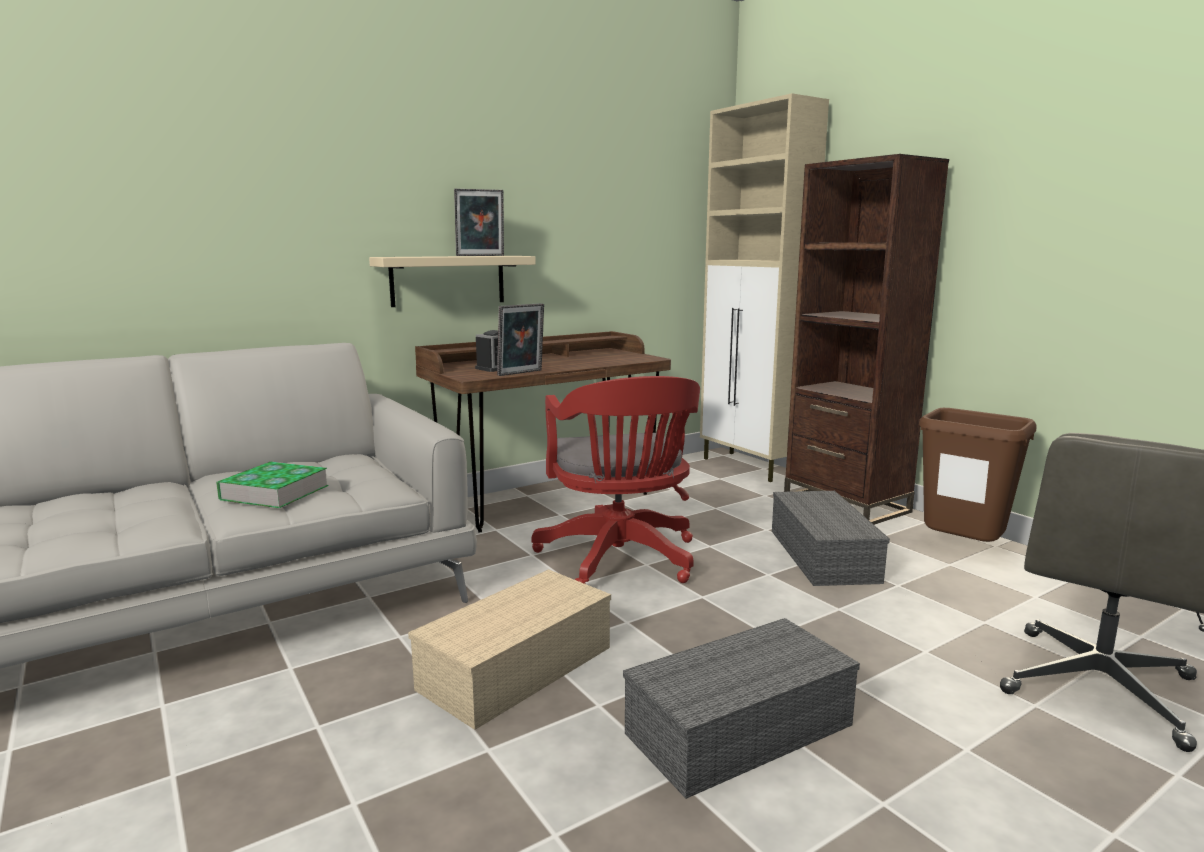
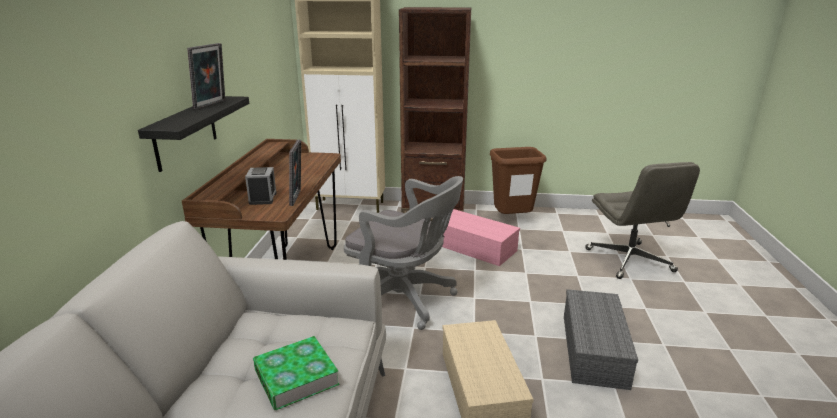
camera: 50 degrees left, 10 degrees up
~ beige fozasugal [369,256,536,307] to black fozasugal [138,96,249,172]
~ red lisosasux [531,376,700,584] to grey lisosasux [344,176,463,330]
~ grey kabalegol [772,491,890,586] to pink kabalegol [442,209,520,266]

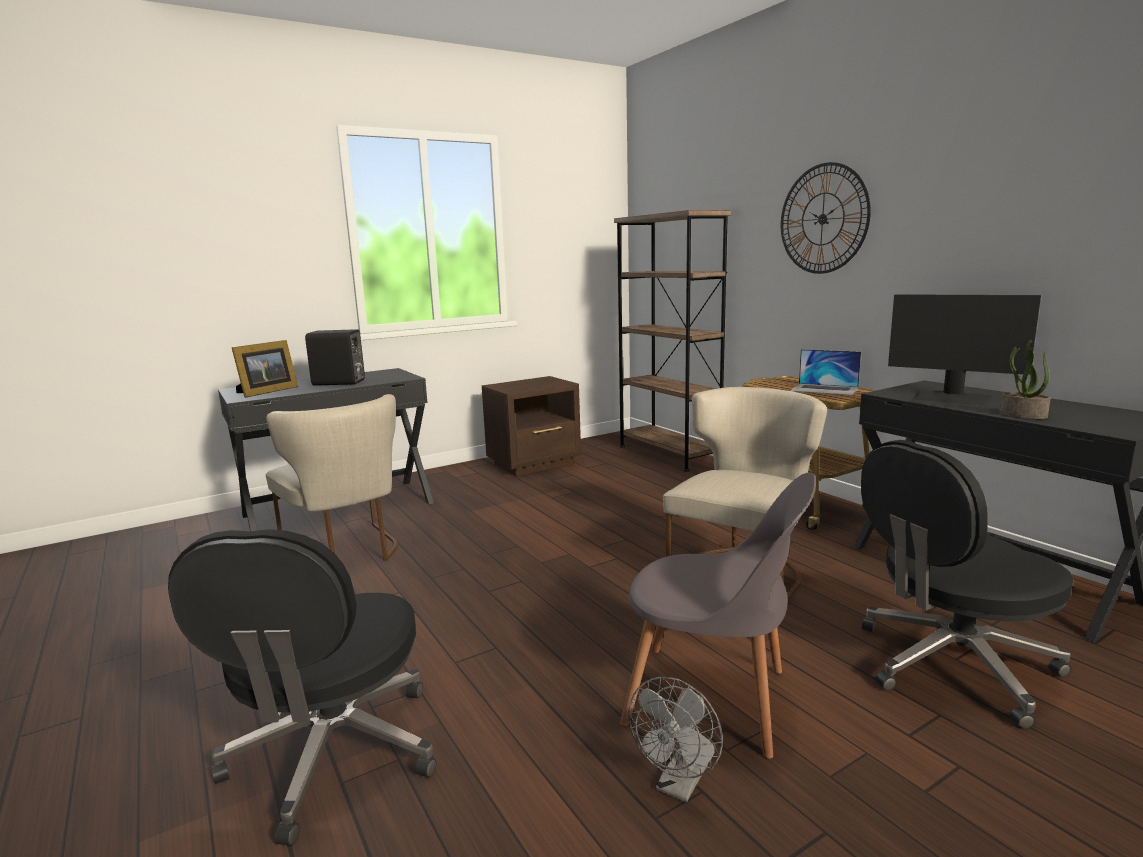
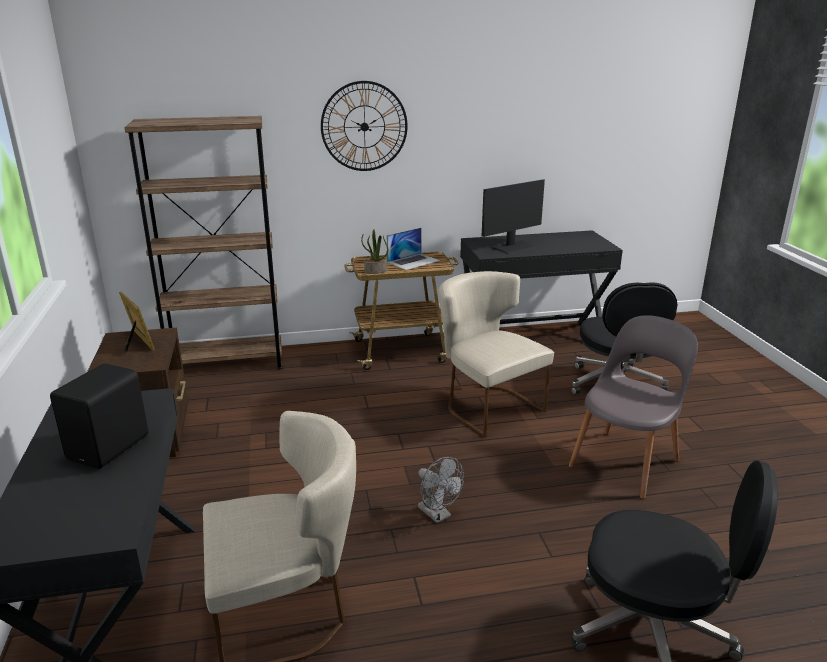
camera: 70 degrees left, 10 degrees up
~ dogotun [232,340,298,398] to [119,292,155,354]
~ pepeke [999,340,1051,419] to [361,229,388,274]
~ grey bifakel [628,677,723,803] to [418,457,464,523]

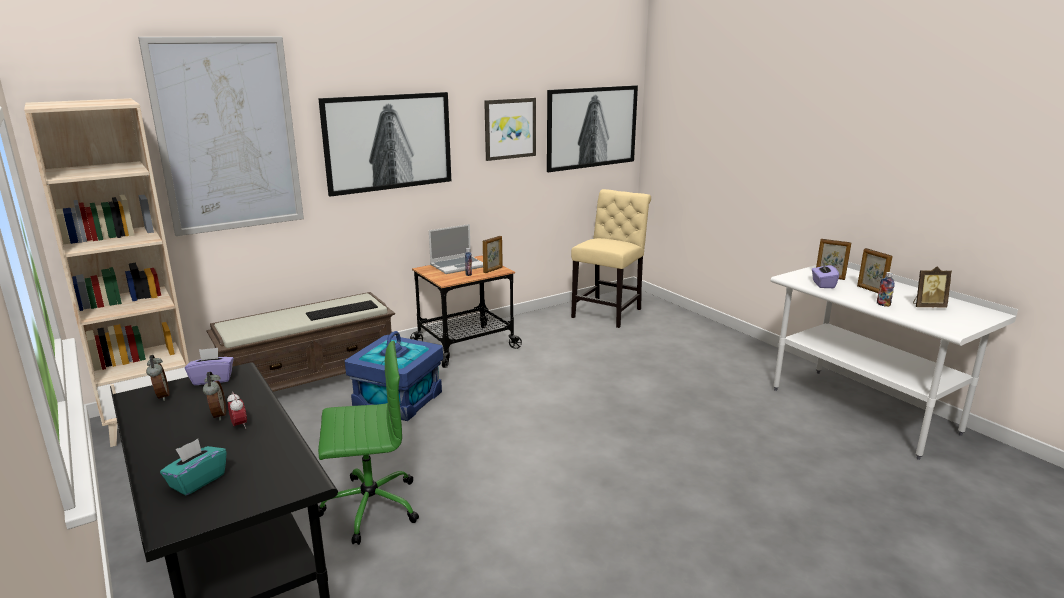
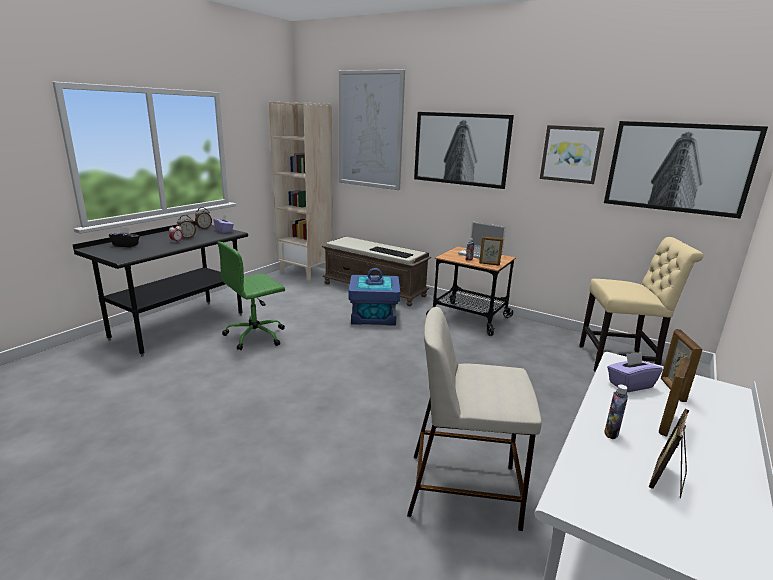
camera: 65 degrees right, 0 degrees up
~ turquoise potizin [160,439,227,495] to black potizin [109,227,140,247]
~ green lisosasux [318,341,419,545] = [217,242,285,350] 90 degrees clockwise
+ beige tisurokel [407,307,542,531]
~ dogotun [913,266,952,308] = [649,409,690,498] 60 degrees clockwise

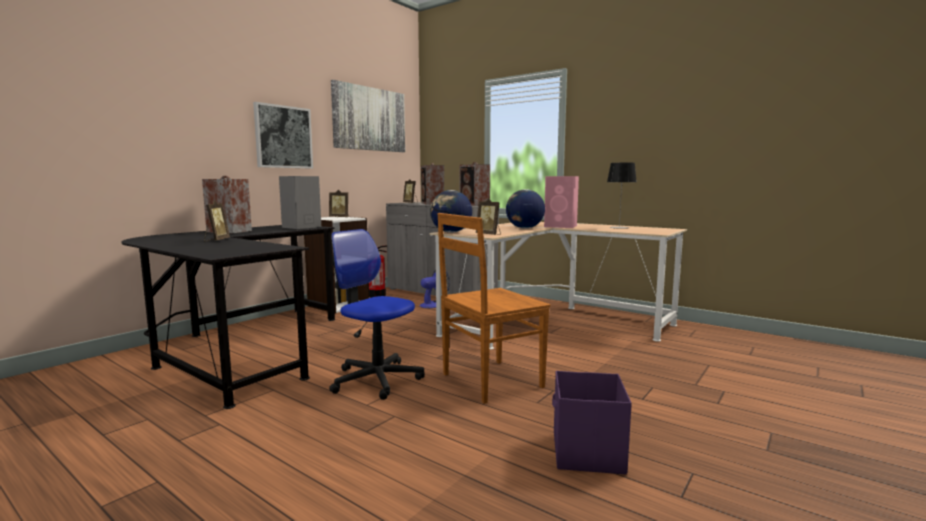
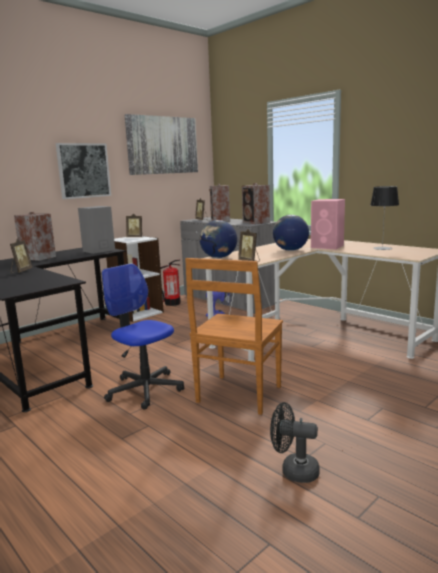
camera: 10 degrees right, 5 degrees up
~ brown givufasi [438,213,550,404] = [185,258,283,415] 45 degrees counterclockwise
~ purple kabalegol [552,371,632,474] to black bifakel [270,402,320,483]

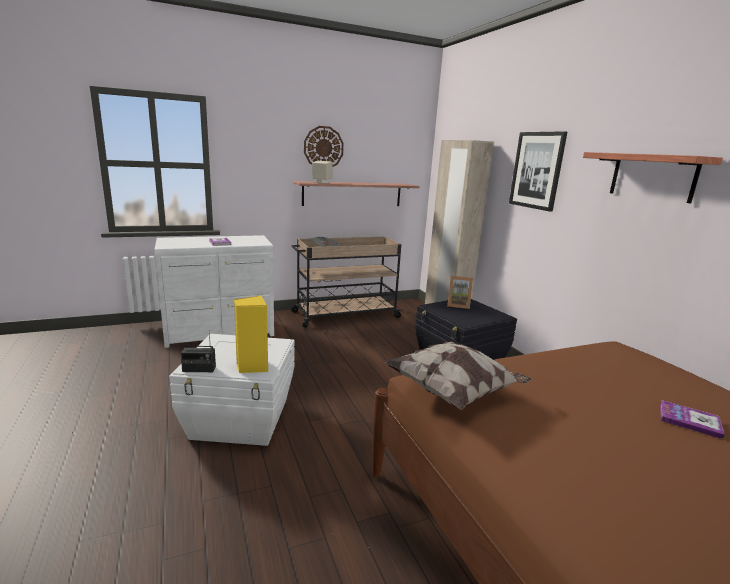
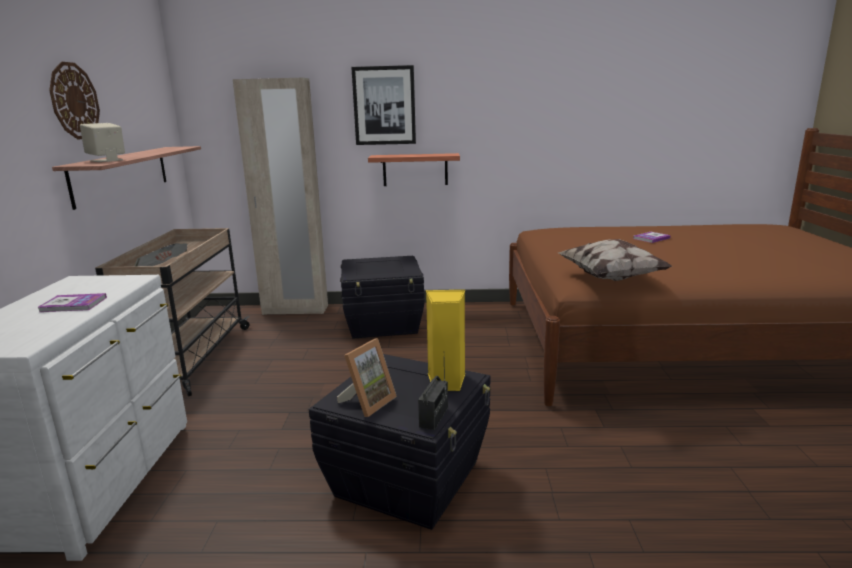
camera: 65 degrees left, 0 degrees up
~ white kabalegol [169,334,295,446] to black kabalegol [309,354,490,530]
~ dogotun [447,276,473,309] to [337,338,397,417]
~ fozasugal [583,152,723,203] to [368,153,460,186]

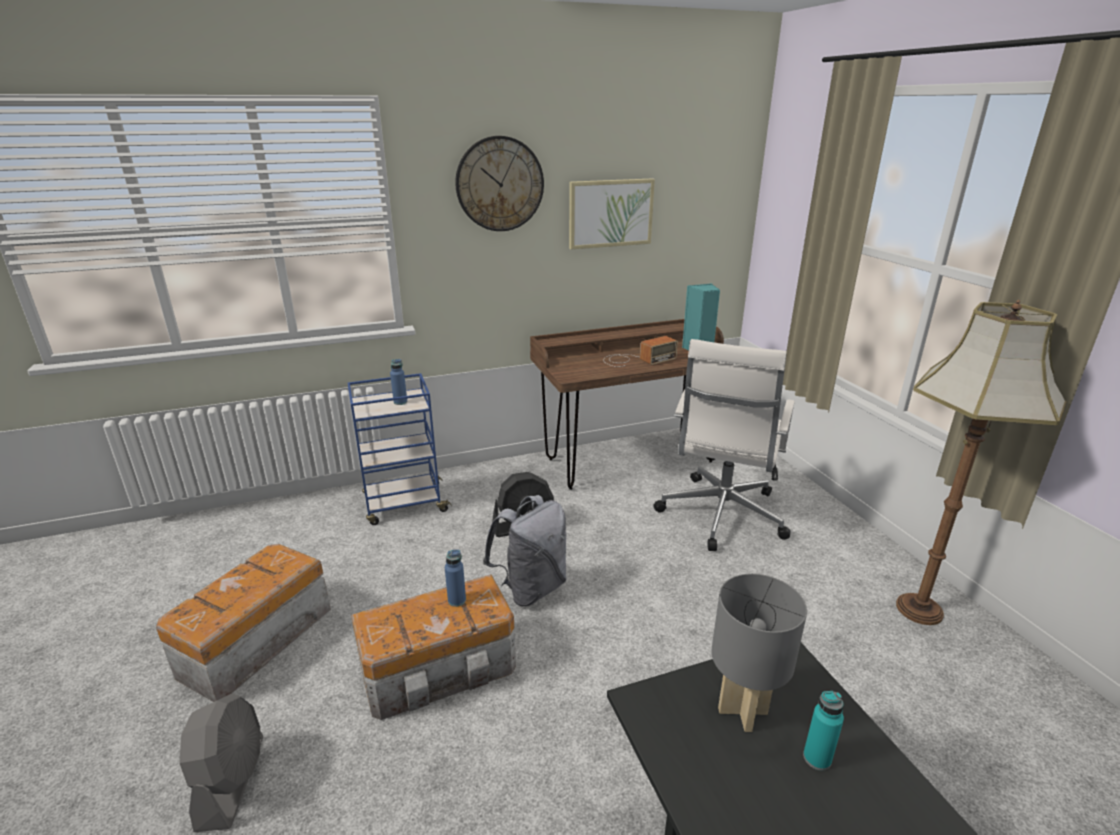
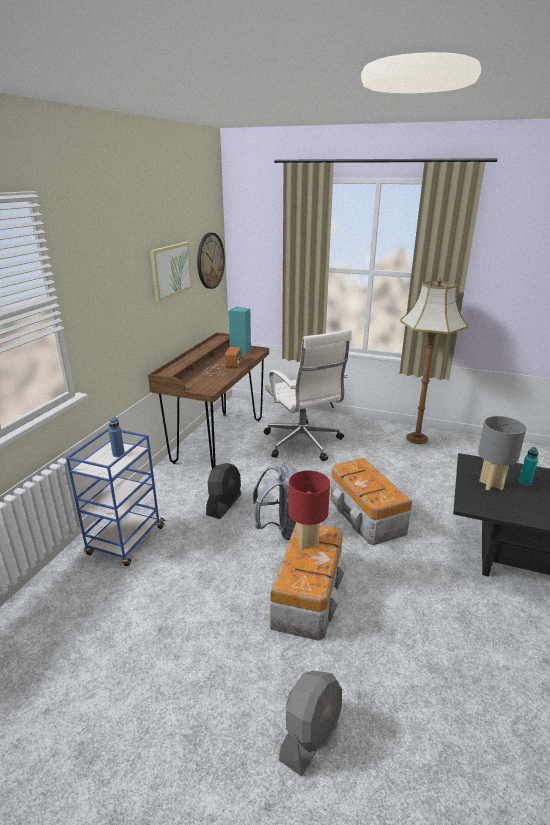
camera: 50 degrees left, 0 degrees up
~ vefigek [455,136,544,231] to [197,233,225,289]
~ grey bifakel [179,693,263,832] = [279,671,342,776] 90 degrees clockwise
~ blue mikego [445,549,466,607] to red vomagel [288,470,330,549]
~ kabalegol [156,544,331,702] to [330,458,412,545]

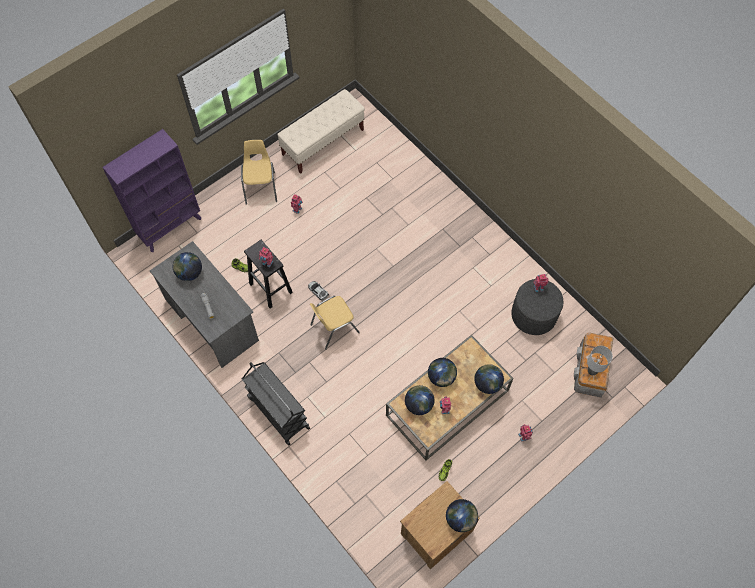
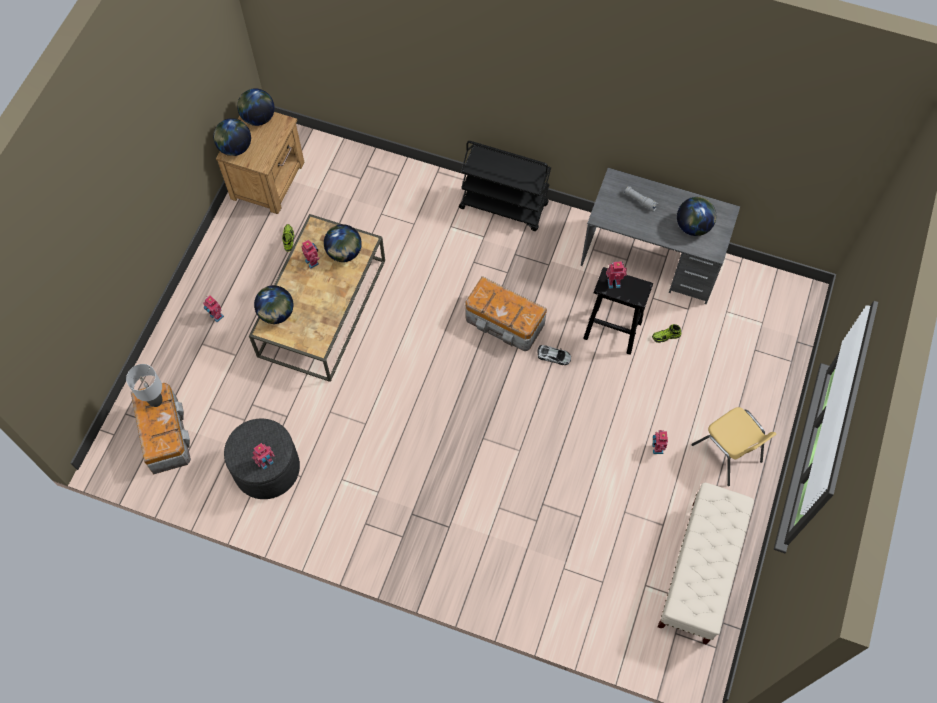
camera: 150 degrees right, 0 degrees up
~ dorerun [428,358,457,387] to [237,88,274,126]
~ yellow givufasi [310,296,360,350] to kabalegol [465,276,547,351]
- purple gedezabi [102,129,201,252]

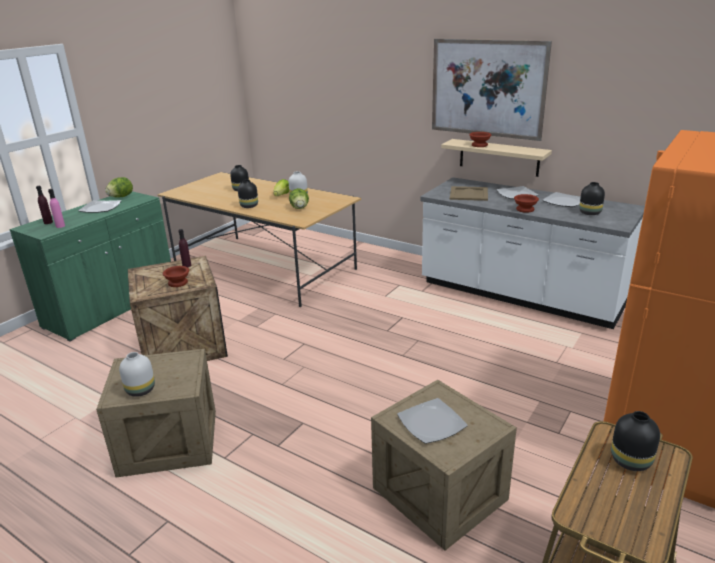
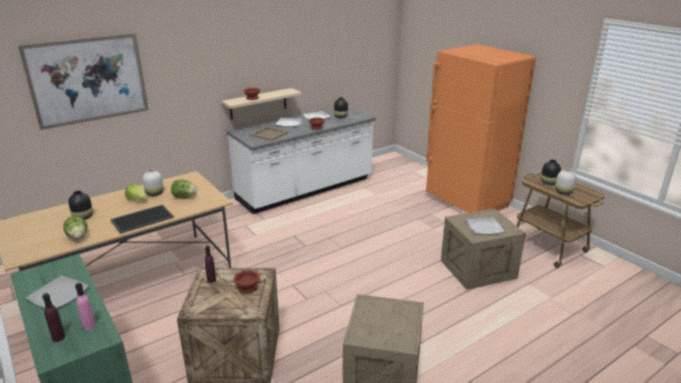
camera: 70 degrees left, 0 degrees up
~ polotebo [432,39,552,141] to [18,33,149,130]
~ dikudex [105,177,133,198] to [63,215,88,239]
~ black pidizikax [238,180,258,208] to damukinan [110,204,174,234]
~ white pidizikax [119,352,155,397] to [555,168,576,195]

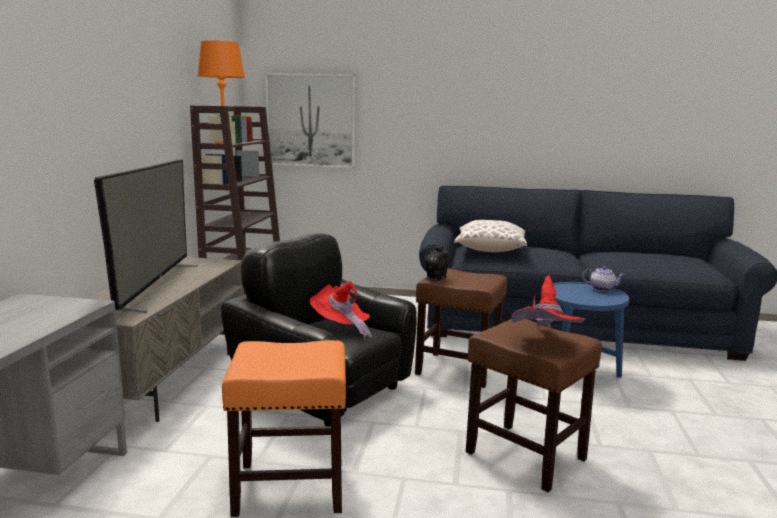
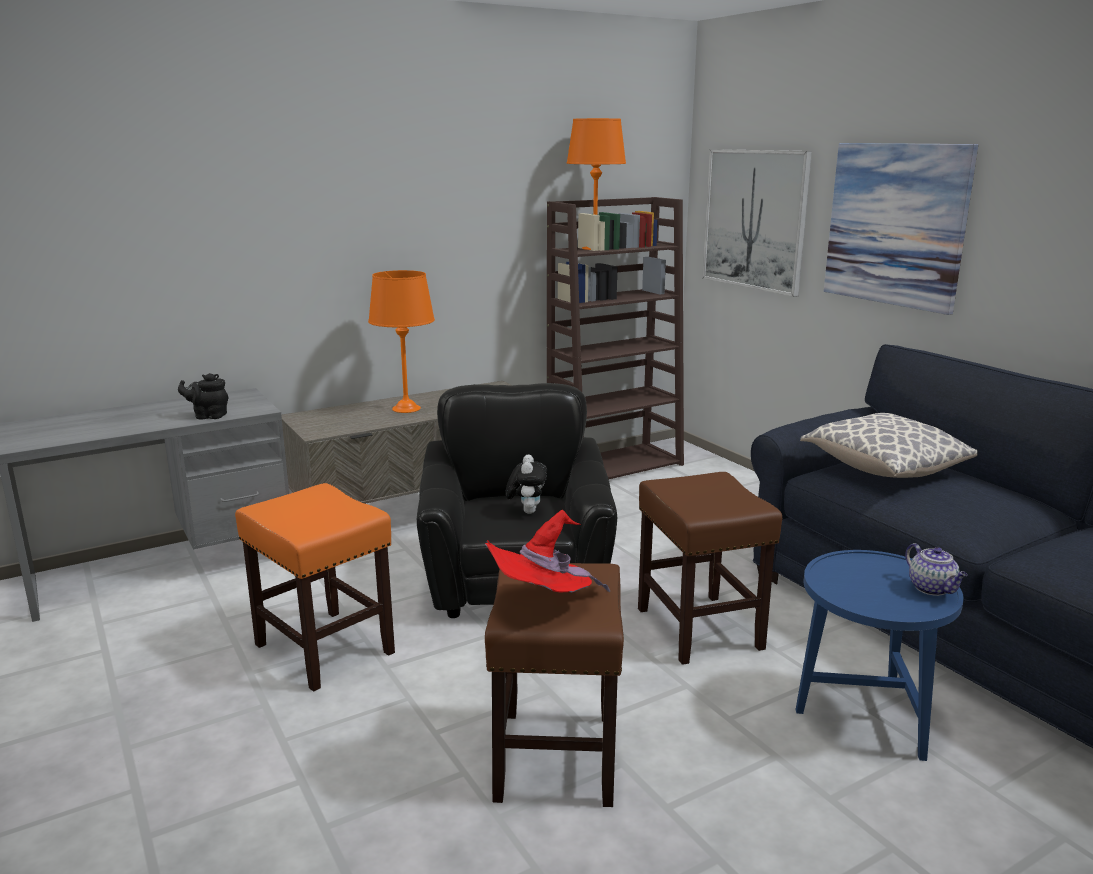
camera: 50 degrees right, 5 degrees up
~ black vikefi [424,245,448,281] to [178,373,228,420]
~ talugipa [94,160,198,313] to orange vomagel [368,270,435,413]
~ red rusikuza [310,281,372,340] to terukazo [505,454,547,514]
+ polotebo [824,143,978,315]

